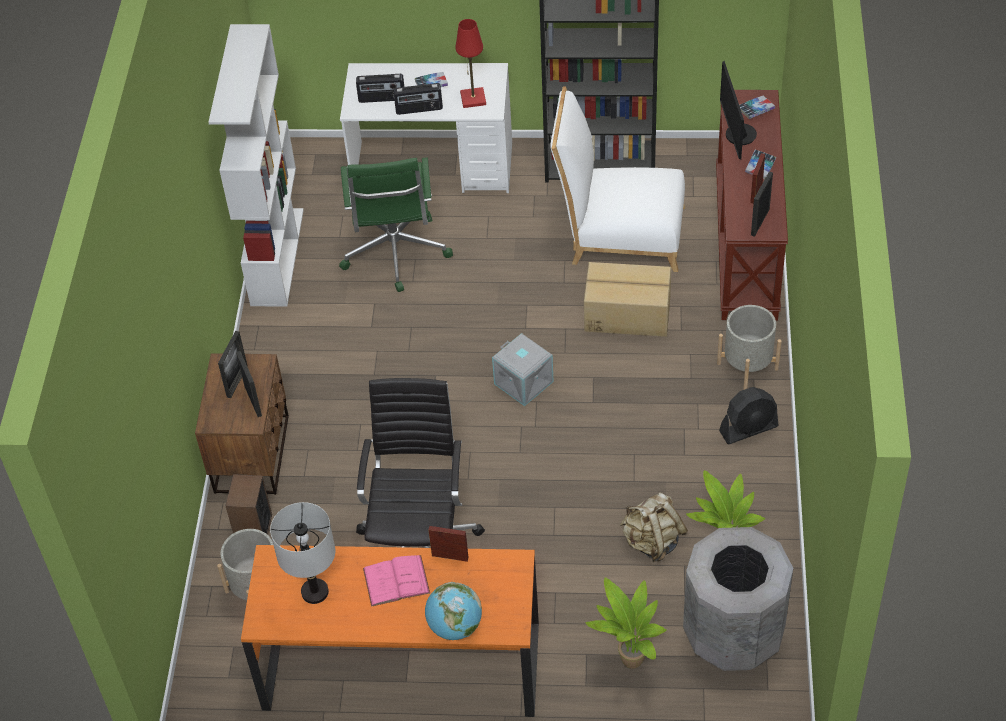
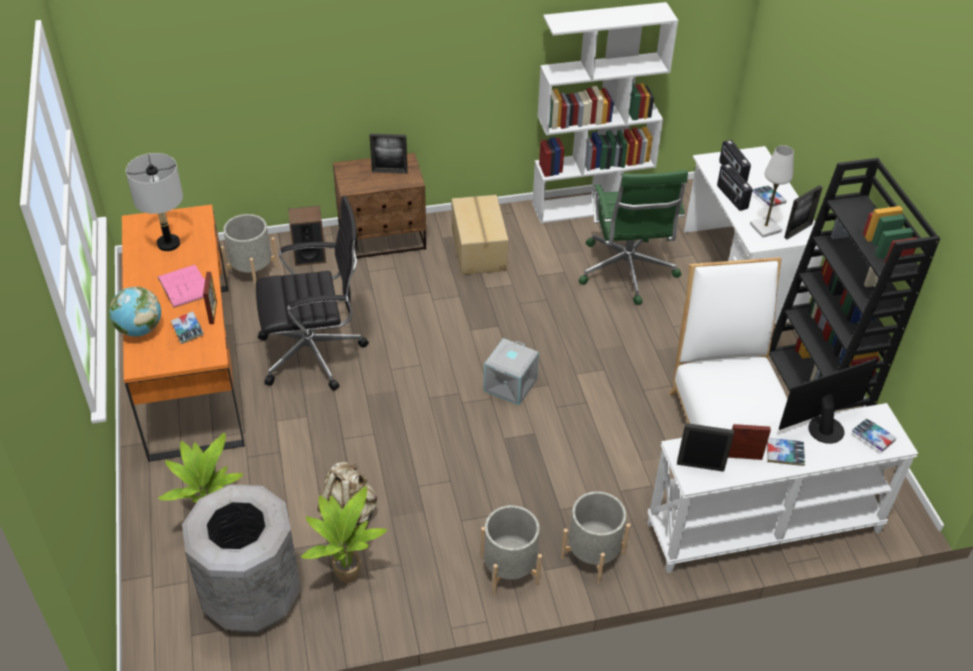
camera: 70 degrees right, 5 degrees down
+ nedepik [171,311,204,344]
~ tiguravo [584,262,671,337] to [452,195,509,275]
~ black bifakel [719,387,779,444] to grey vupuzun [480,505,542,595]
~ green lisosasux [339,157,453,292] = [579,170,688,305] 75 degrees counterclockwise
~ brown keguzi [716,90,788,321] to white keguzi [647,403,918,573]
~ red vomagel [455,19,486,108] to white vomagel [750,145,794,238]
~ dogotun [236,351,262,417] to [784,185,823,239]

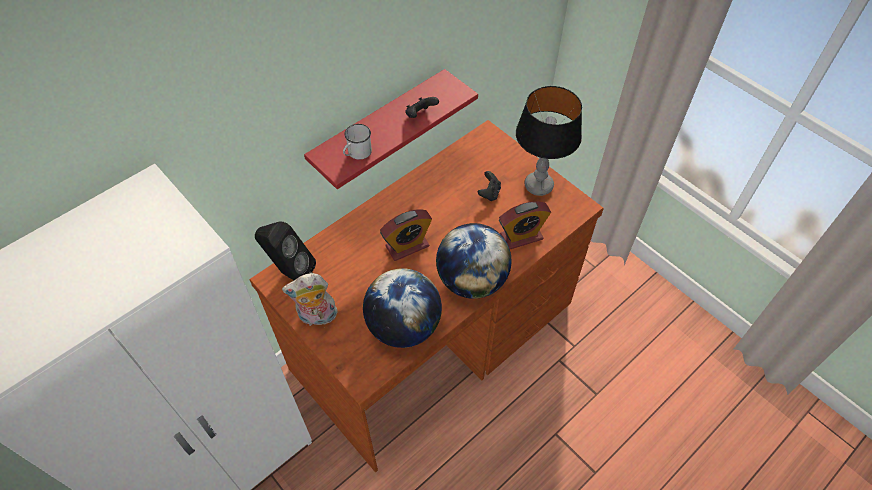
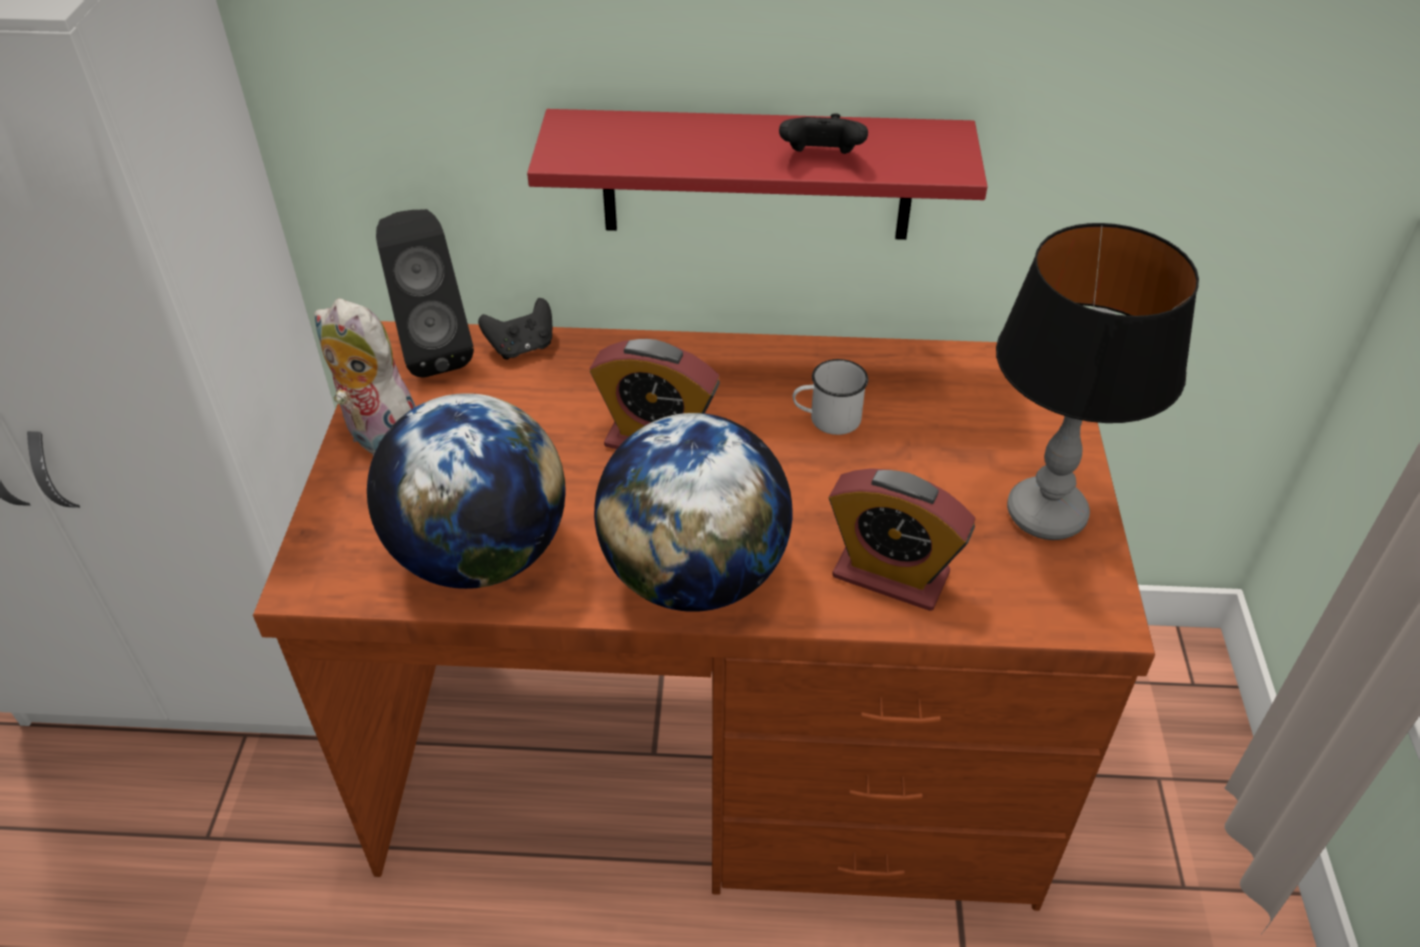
camera: 45 degrees right, 10 degrees down
~ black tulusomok [478,171,501,201] to [478,298,552,360]
~ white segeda [343,124,372,160] to [793,359,868,435]

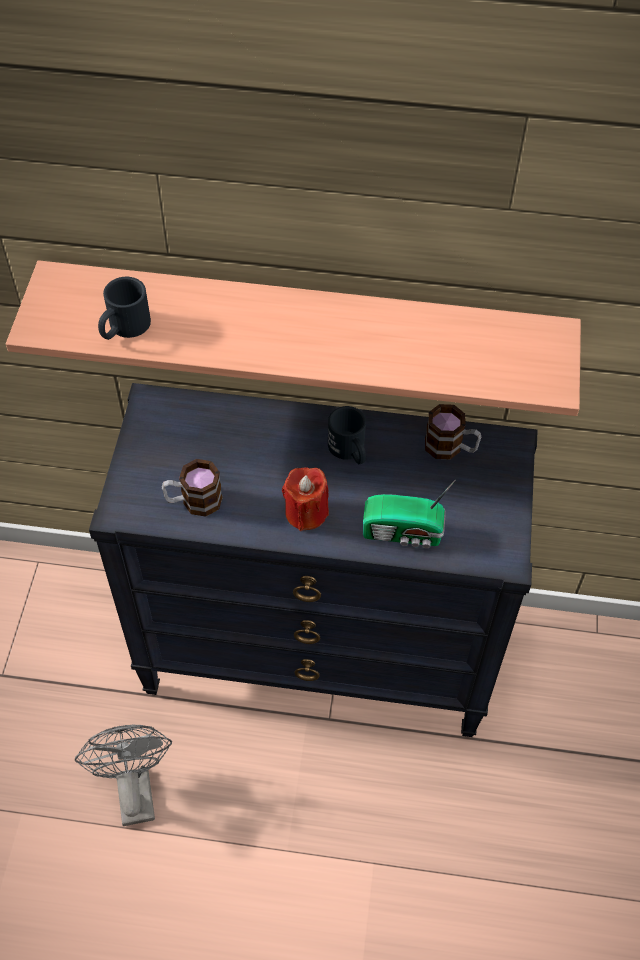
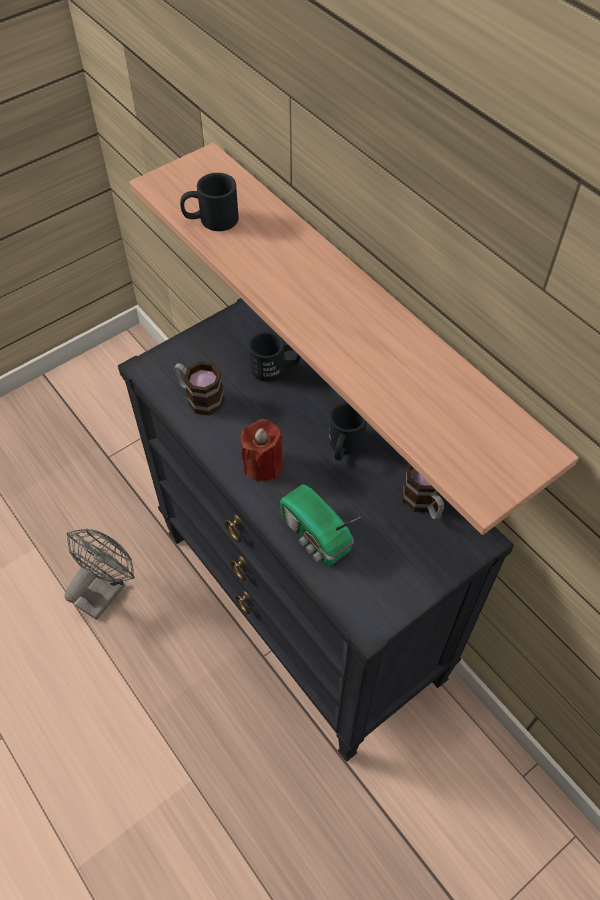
camera: 45 degrees right, 0 degrees up
+ black segeda [249,331,301,382]

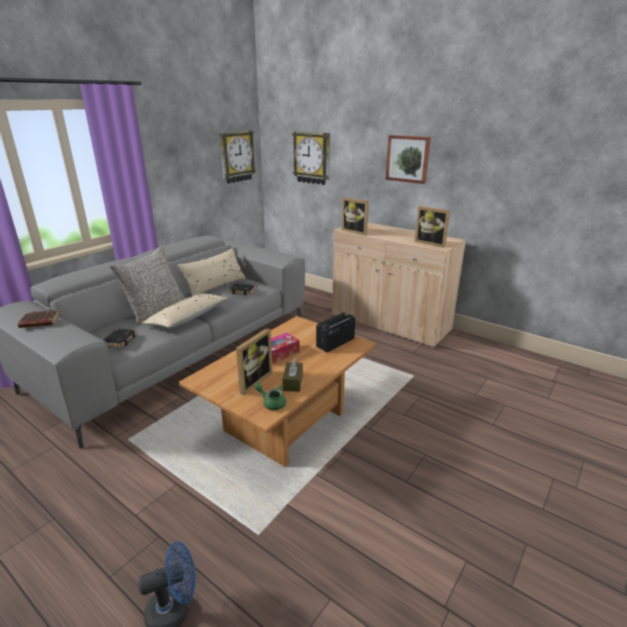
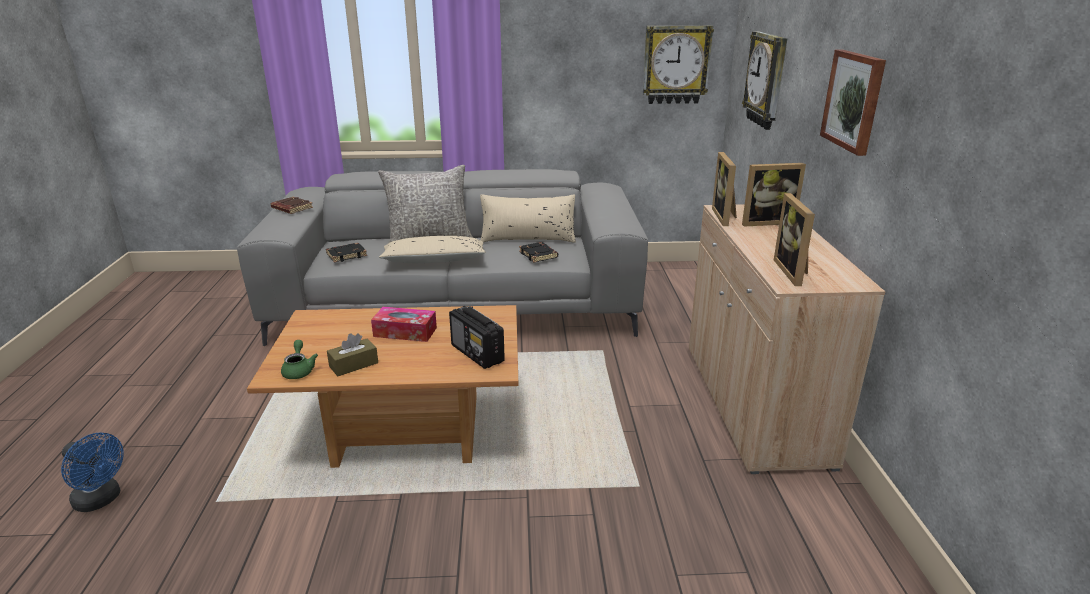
camera: 50 degrees right, 0 degrees up
~ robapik [316,312,355,352] = [449,306,505,369] 135 degrees counterclockwise
~ dogotun [236,328,272,395] to [742,163,806,227]

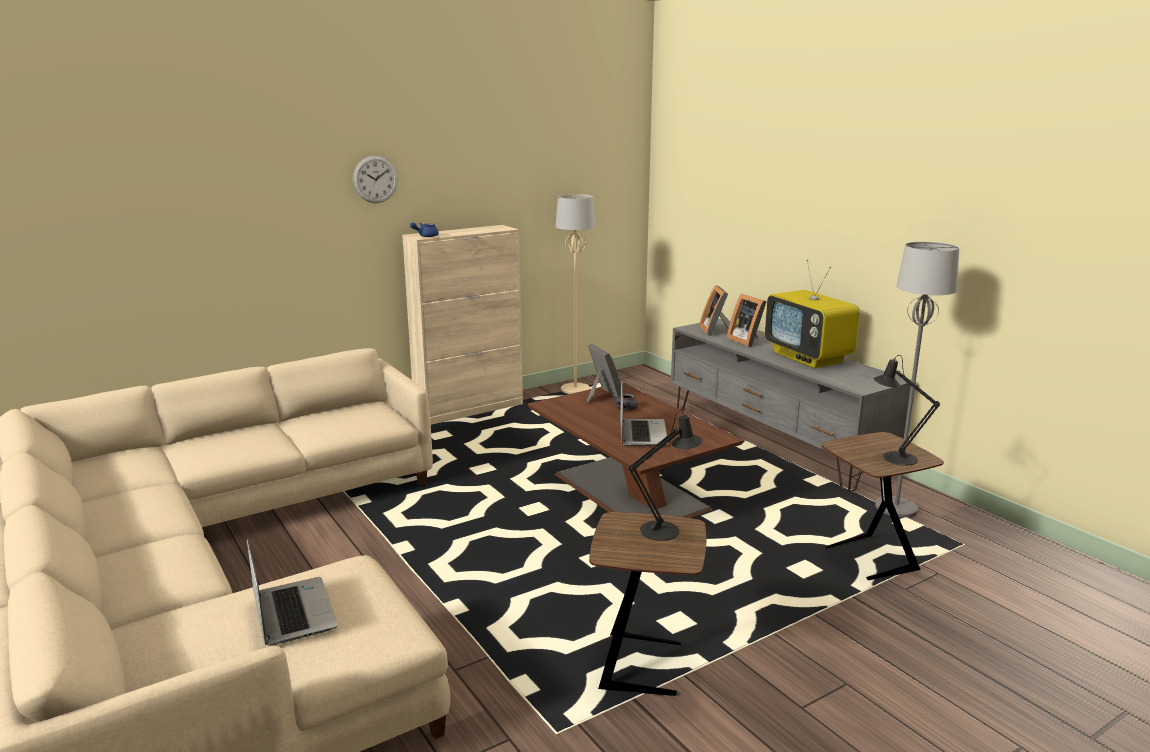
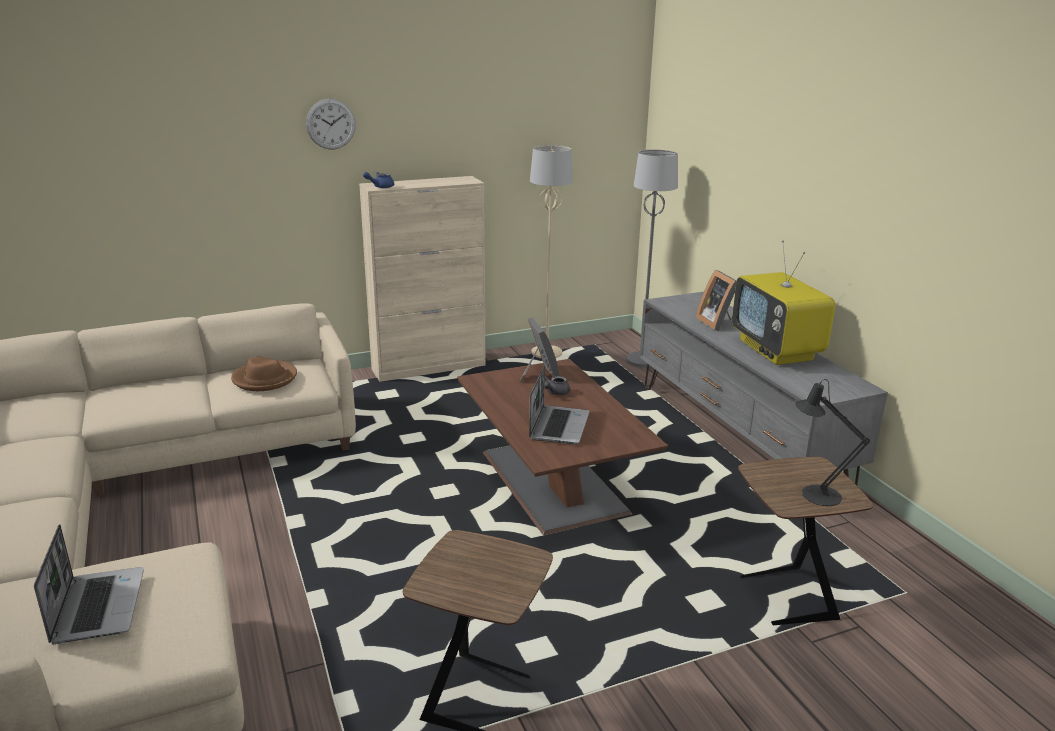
camera: 10 degrees right, 5 degrees up
+ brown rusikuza [231,357,297,391]
~ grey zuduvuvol [875,242,959,518] to [626,150,678,368]
- black vomagel [628,410,703,541]
- dogotun [699,285,730,336]

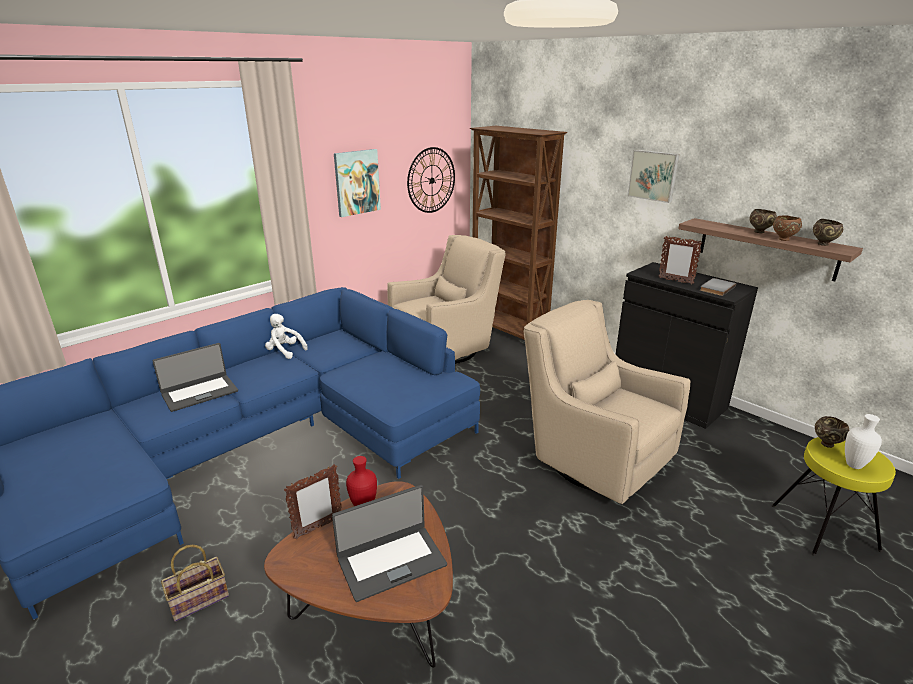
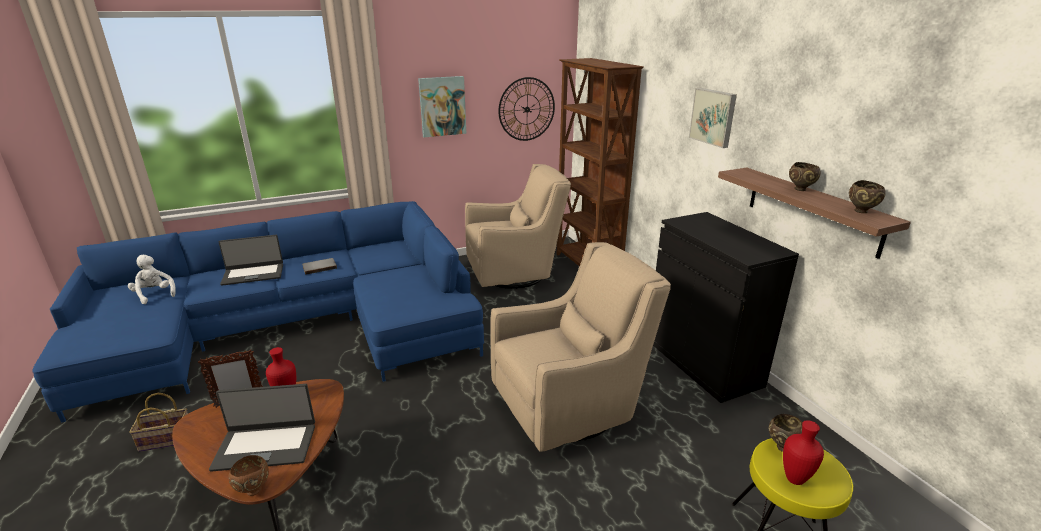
camera: 20 degrees right, 0 degrees up
~ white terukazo [265,314,308,359] to [128,255,176,304]
~ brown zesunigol [773,215,802,241] to [228,455,269,496]
~ grey nedepik [700,278,736,296] to [302,258,337,275]
~ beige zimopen [524,300,690,504] = [490,242,671,452] 90 degrees clockwise
~ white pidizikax [845,414,882,469] to red pidizikax [783,420,824,485]
- dogotun [659,236,702,285]

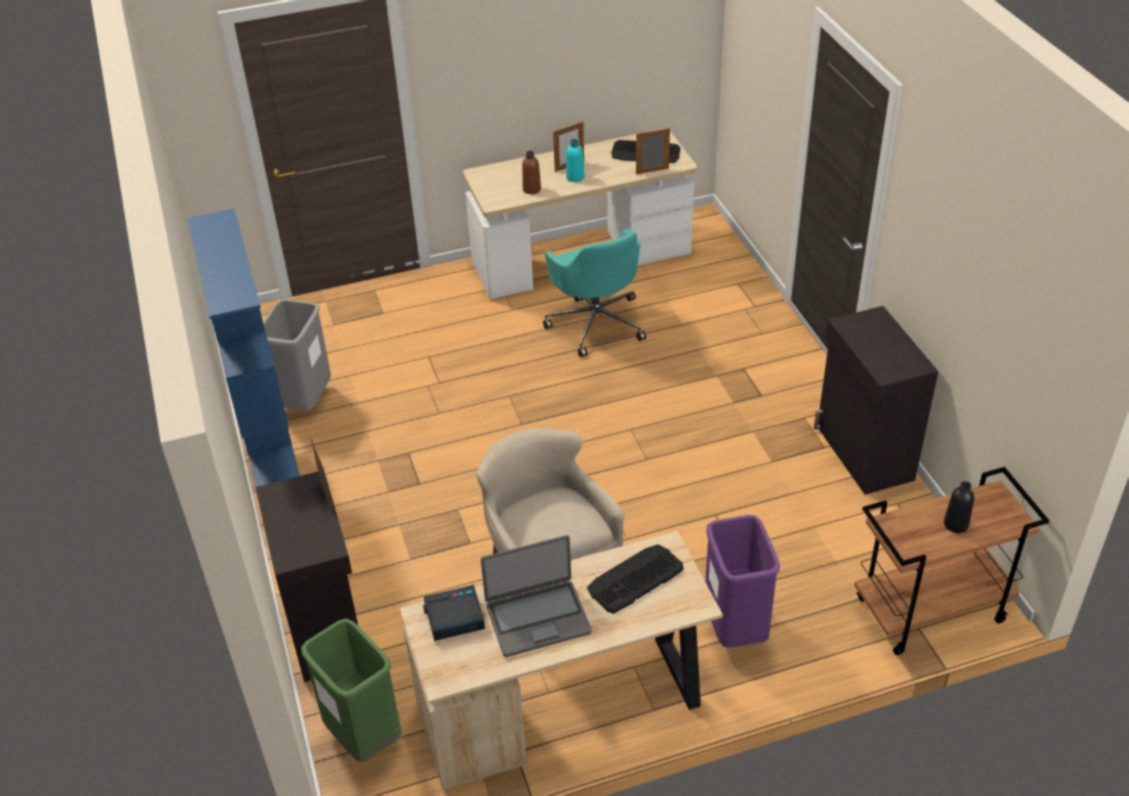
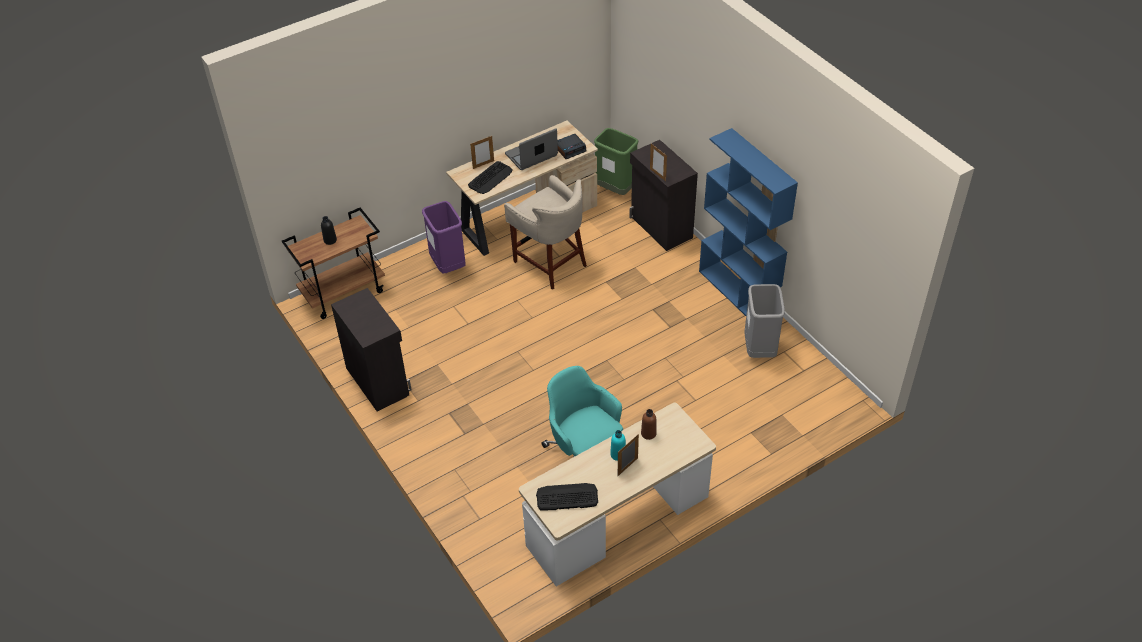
camera: 165 degrees right, 5 degrees up
~ dogotun [636,128,670,175] to [470,136,494,169]

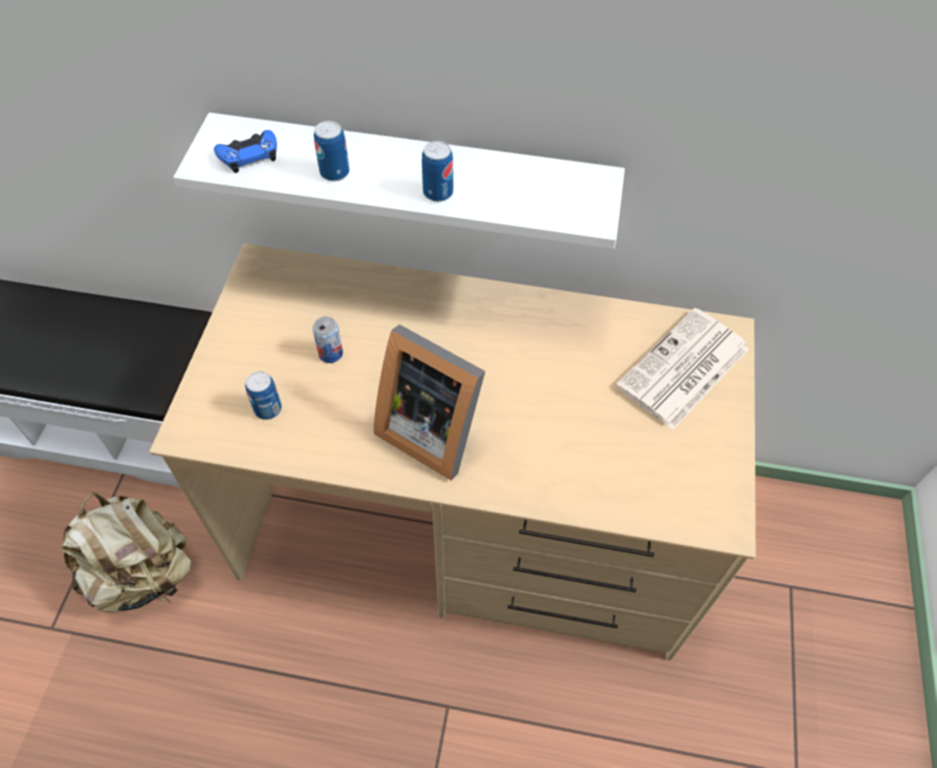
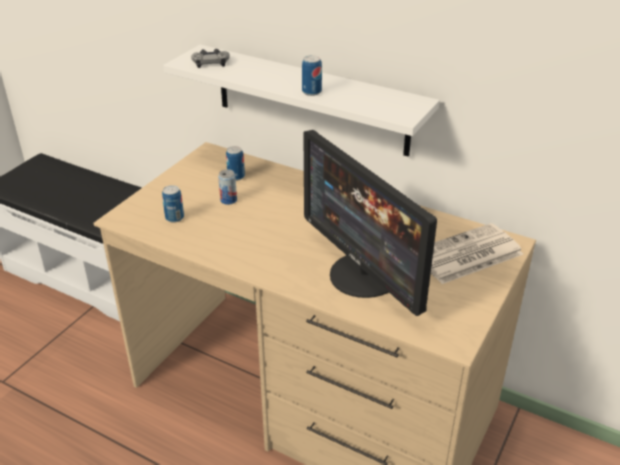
camera: 20 degrees right, 20 degrees down
~ blue tulusomok [214,130,277,173] to grey tulusomok [191,49,230,68]
~ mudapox [314,121,350,181] to [226,146,245,181]
+ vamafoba [303,130,437,316]
- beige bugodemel [62,492,191,612]
- dogotun [374,324,485,480]

